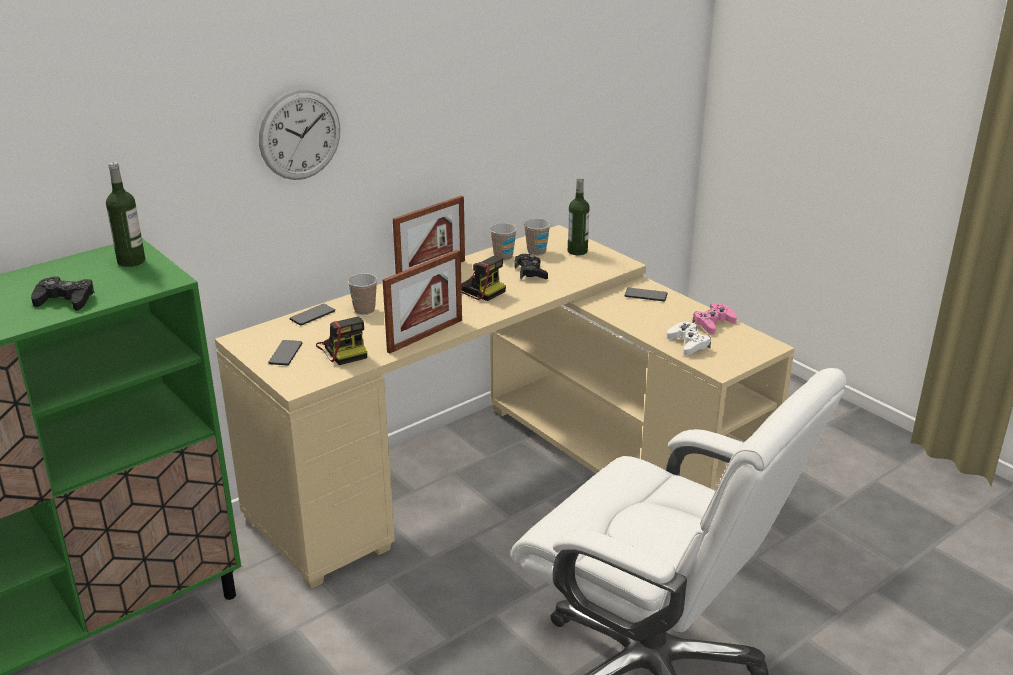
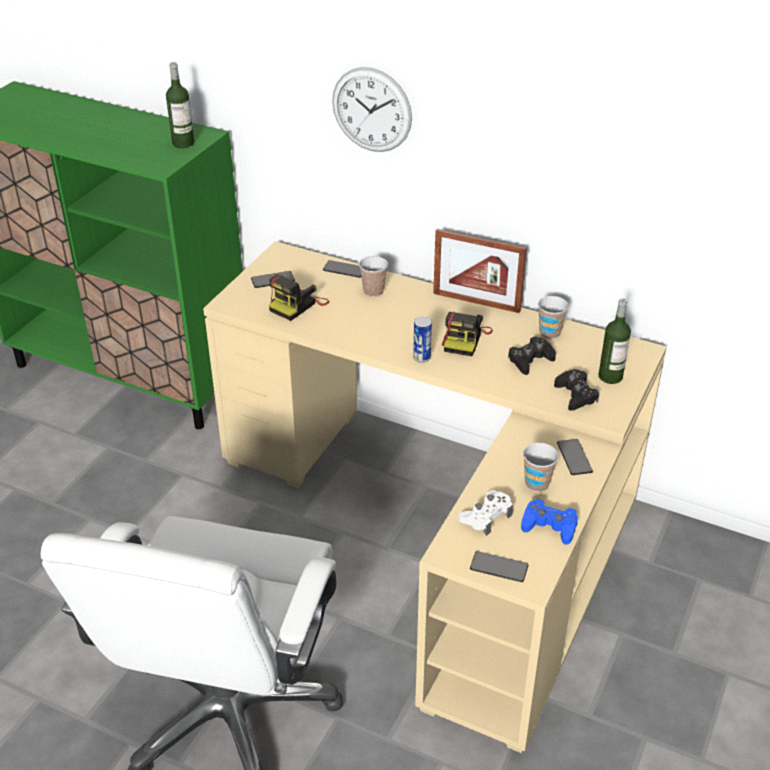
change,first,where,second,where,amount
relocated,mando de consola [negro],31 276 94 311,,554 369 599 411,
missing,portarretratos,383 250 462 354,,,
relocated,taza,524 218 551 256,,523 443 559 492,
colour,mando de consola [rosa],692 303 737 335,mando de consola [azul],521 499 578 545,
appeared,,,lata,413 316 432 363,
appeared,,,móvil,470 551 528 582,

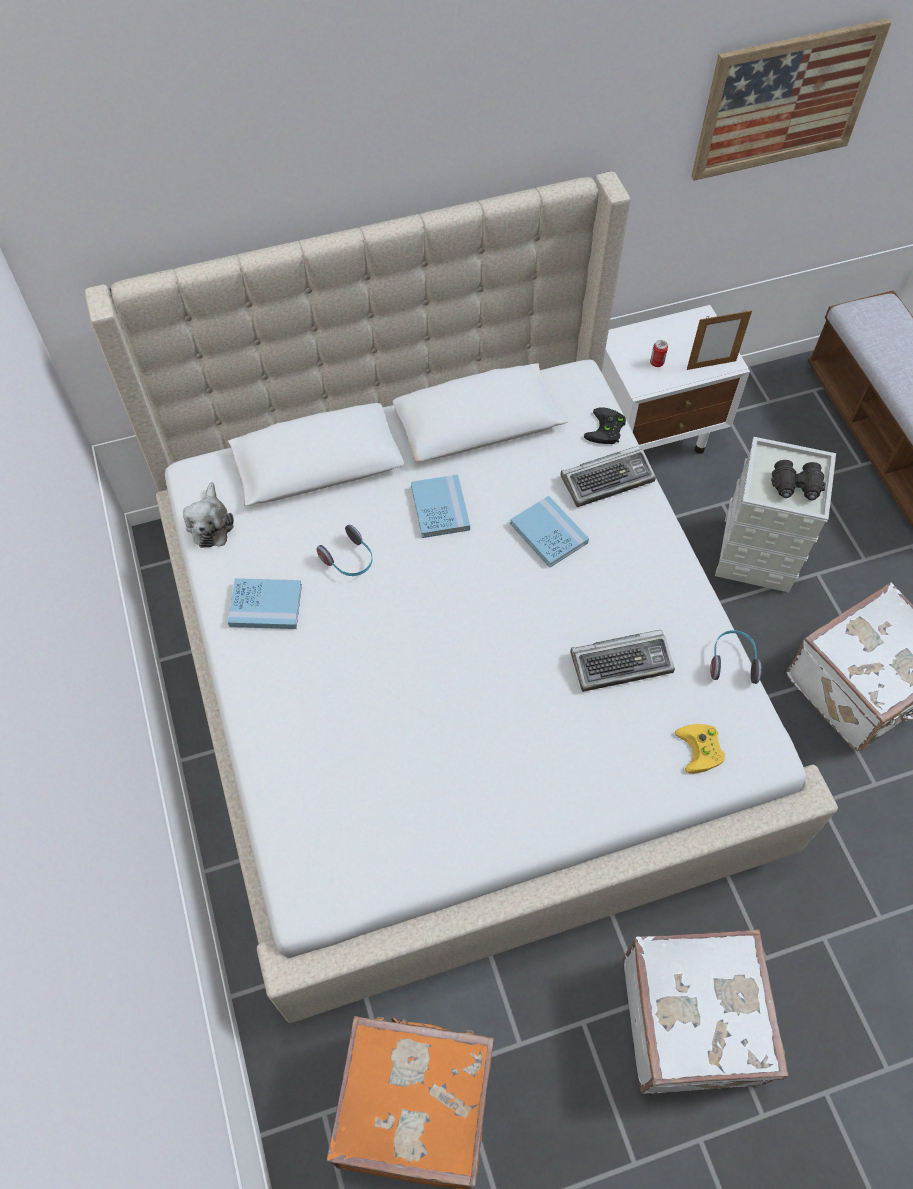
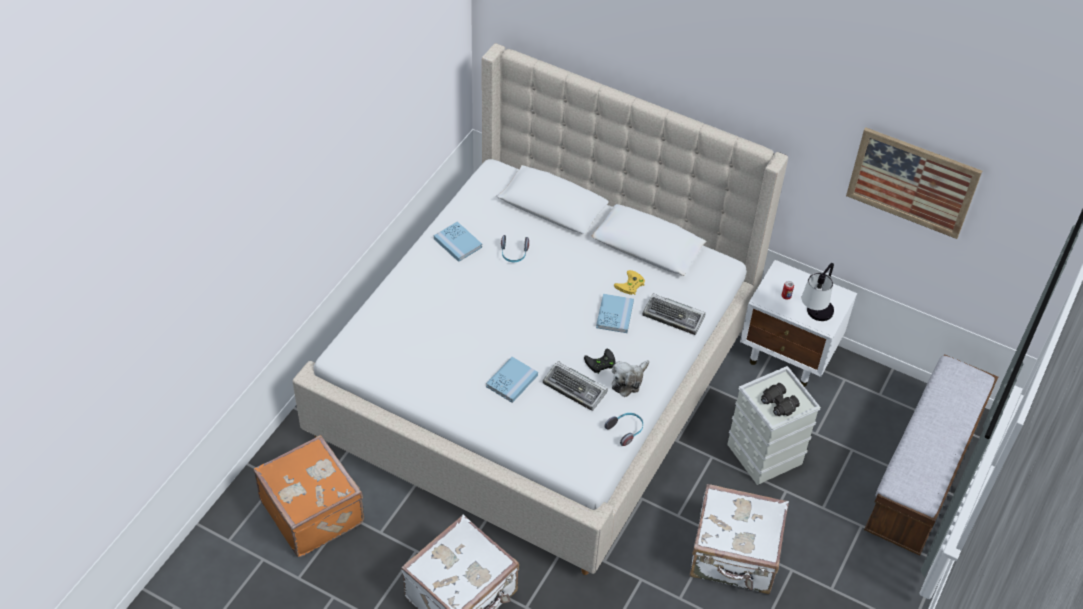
change,first,where,second,where,amount
relocated,peluche,183 482 234 548,,612 360 649 397,
relocated,libro [azul],411 474 470 538,,486 357 538 403,
relocated,mando de consola [negro],584 408 626 444,,584 349 615 374,
relocated,mando de consola [amarillo],675 724 725 774,,614 270 645 295,
exchanged,portarretratos,687 310 752 370,lámpara de mesa,802 263 834 321,

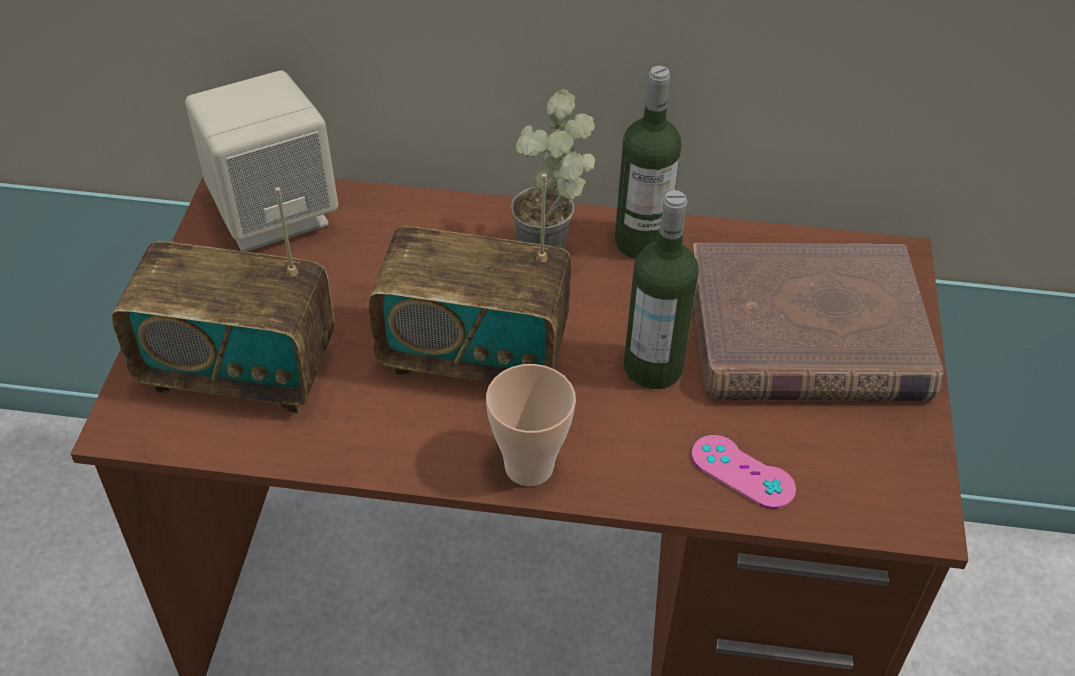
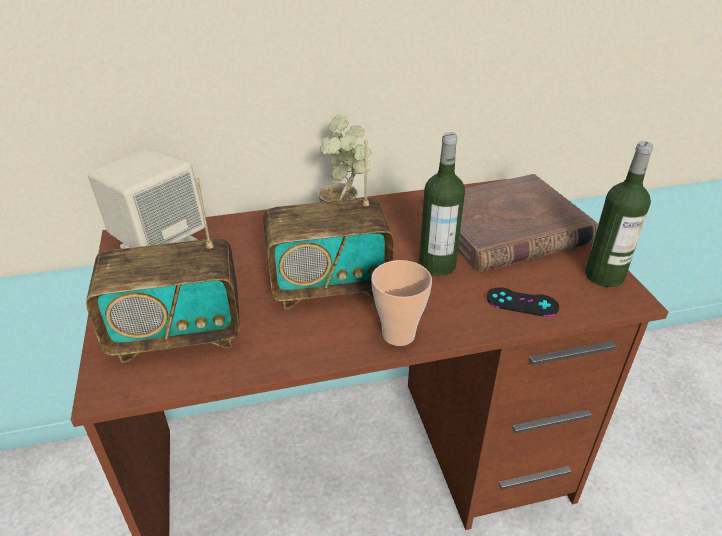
change,first,where,second,where,amount
relocated,botella,615 66 681 259,,585 141 653 287,
colour,mando de consola [rosa],691 435 796 509,mando de consola [negro],487 287 559 317,

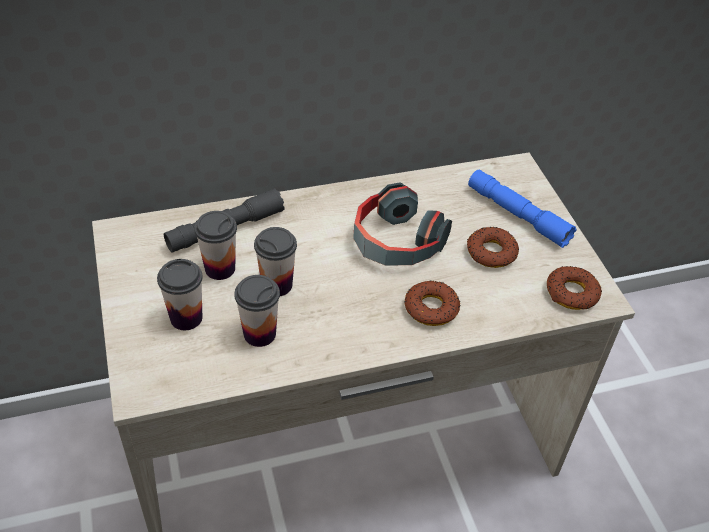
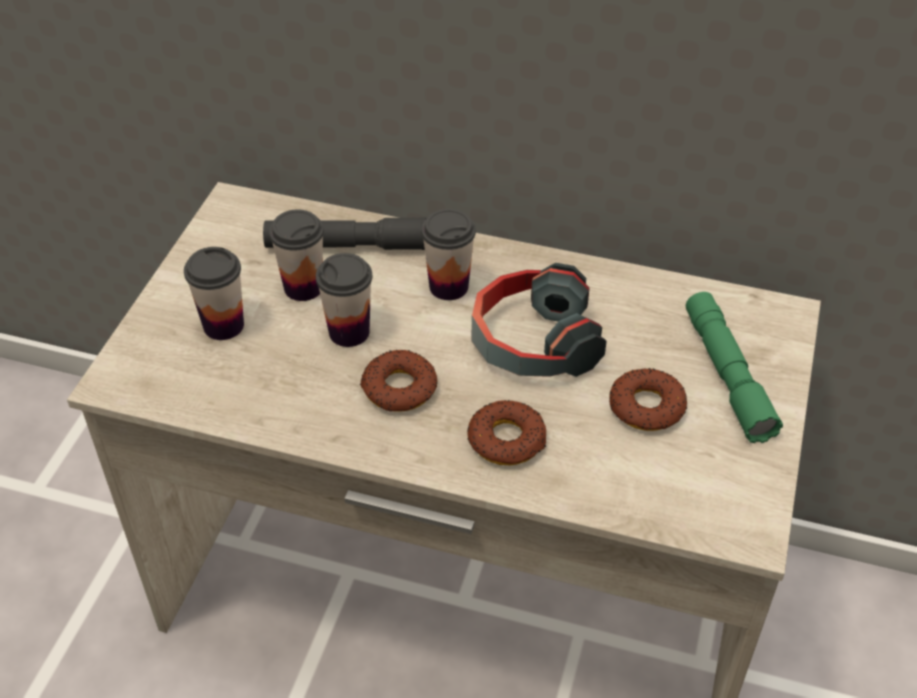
change,first,where,second,where,amount
relocated,taza,234 275 280 347,,421 209 476 300,
colour,linterna [azul],468 170 577 248,linterna [verde],686 292 783 443,
relocated,rosquilla,547 266 602 310,,360 350 437 412,

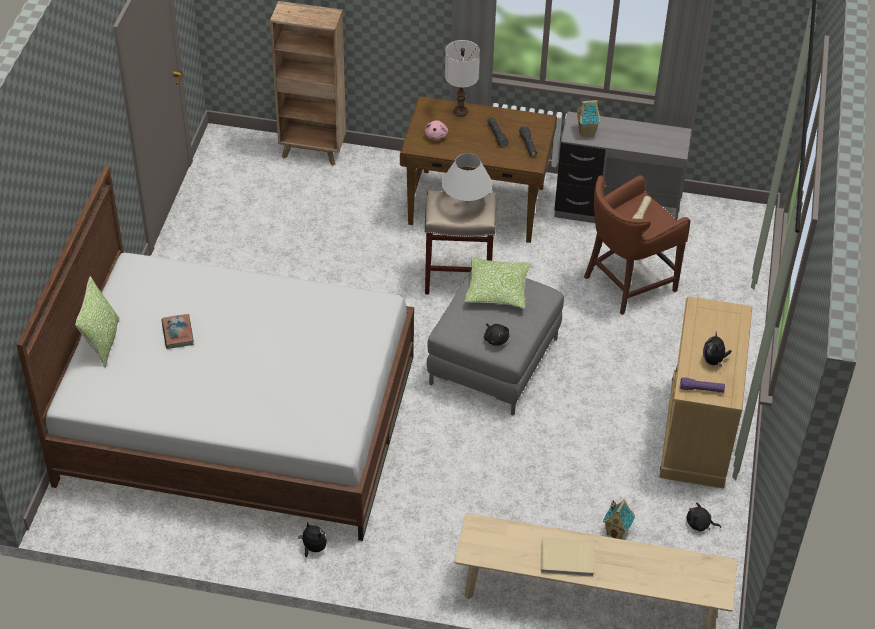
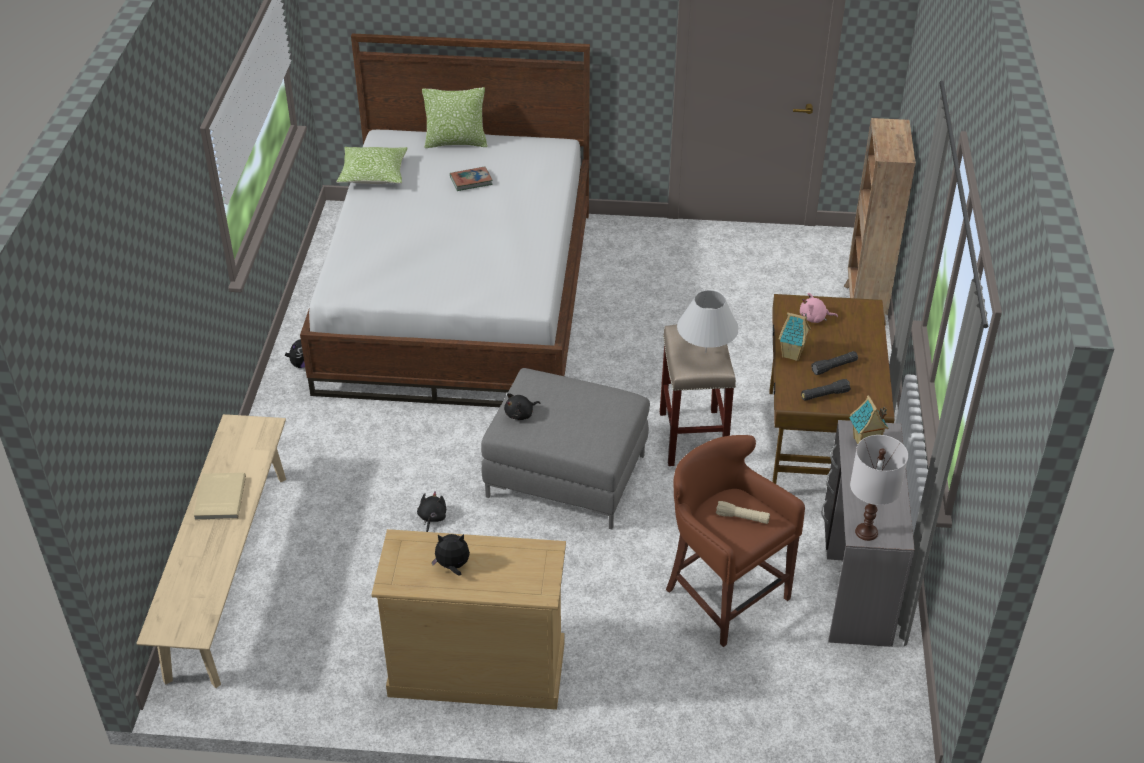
change,first,where,second,where,amount
relocated,lámpara de mesa [blanco],445 40 480 117,,850 435 908 541,
relocated,cojín,464 257 531 309,,336 147 407 184,
relocated,casita,603 499 635 539,,779 312 811 361,
missing,linterna [morado],680 377 725 393,,,
relocated,peluche [negro],687 503 721 531,,417 491 446 532,

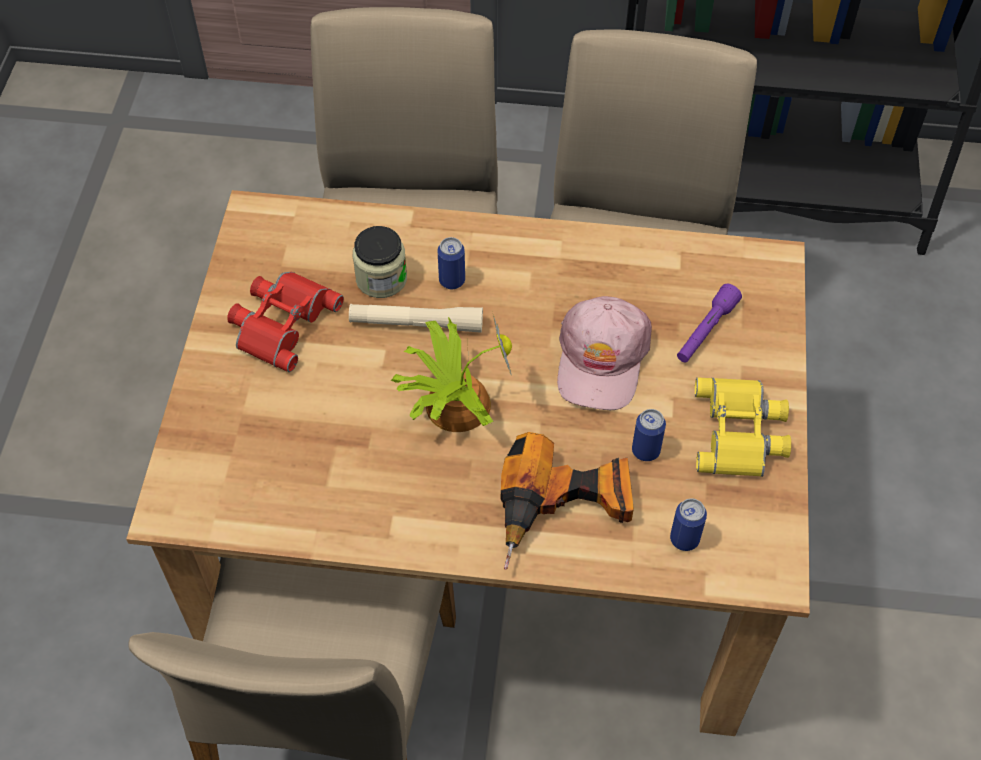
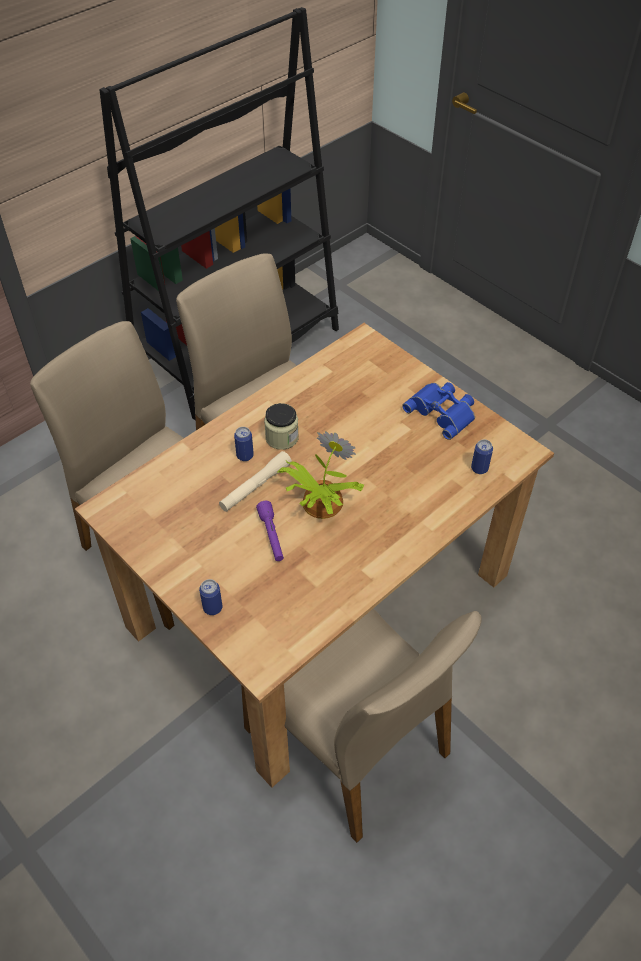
change,first,where,second,where,amount
missing,prismáticos [rojo],227 272 344 372,,,
relocated,tarro,353 226 407 298,,264 403 299 450,
missing,taladro,501 432 634 570,,,
missing,gorra [rosa],557 296 652 410,,,
relocated,lata,632 409 666 461,,199 579 223 615,
relocated,linterna [morado],677 284 742 363,,256 501 284 561,
colour,prismáticos [amarillo],695 377 791 477,prismáticos [azul],402 382 475 440,

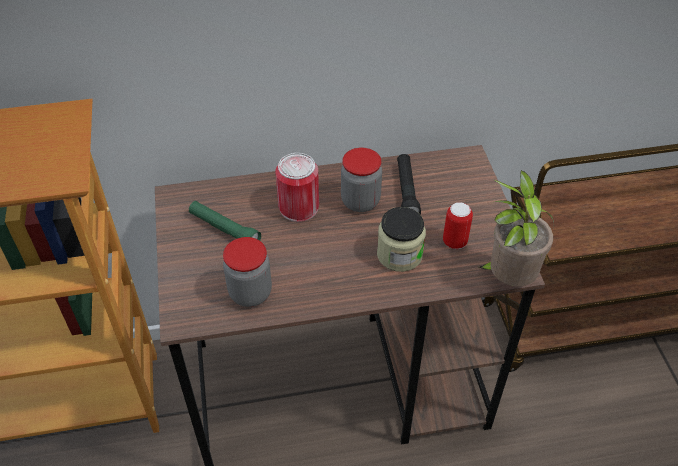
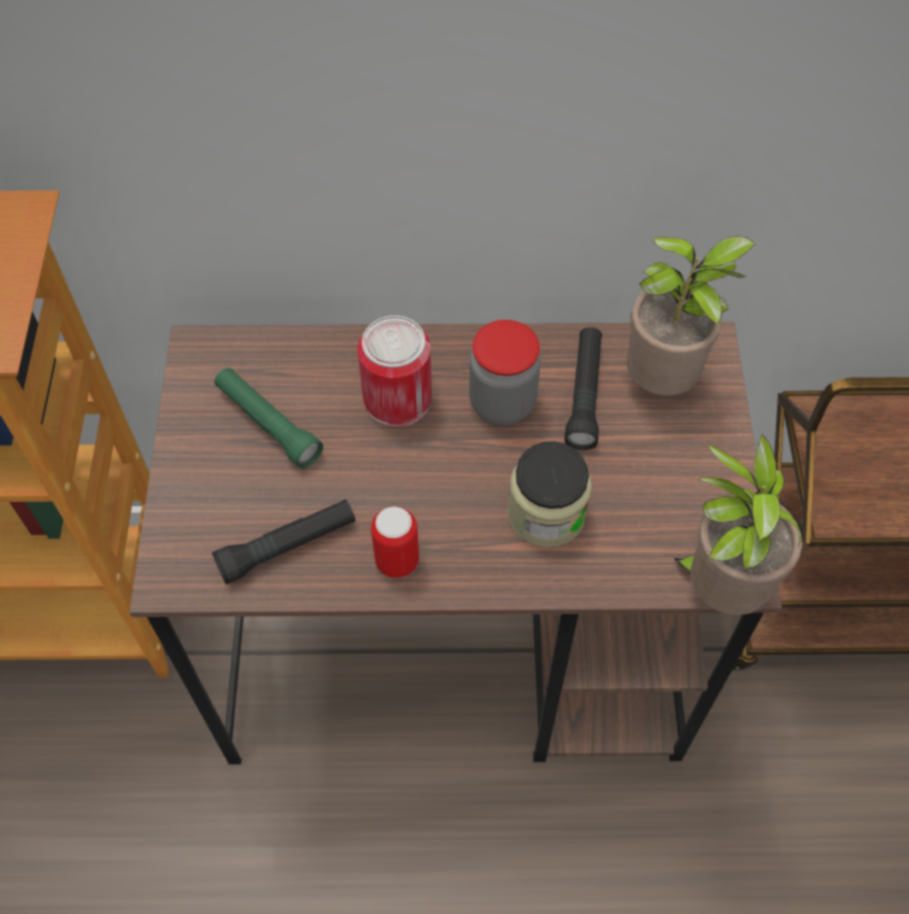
change,first,where,second,where,amount
exchanged,tarro,223 237 272 307,linterna [negro],212 499 356 585,
relocated,lata,443 202 473 249,,371 506 419 578,
appeared,,,planta en maceta,627 236 756 396,

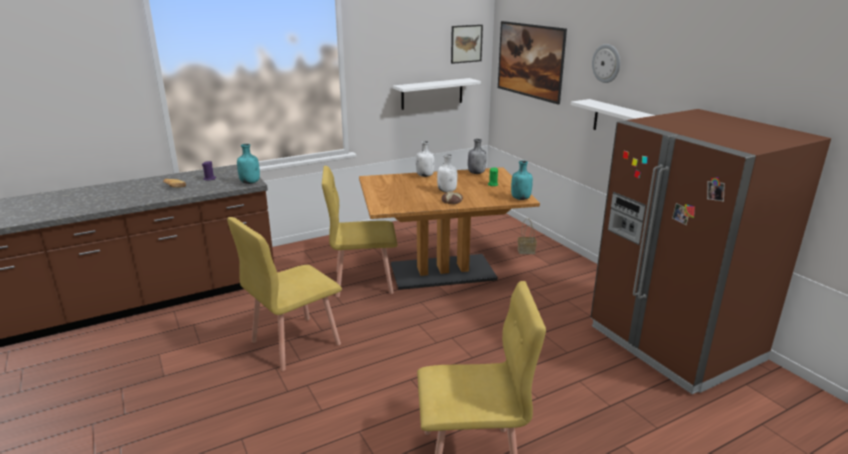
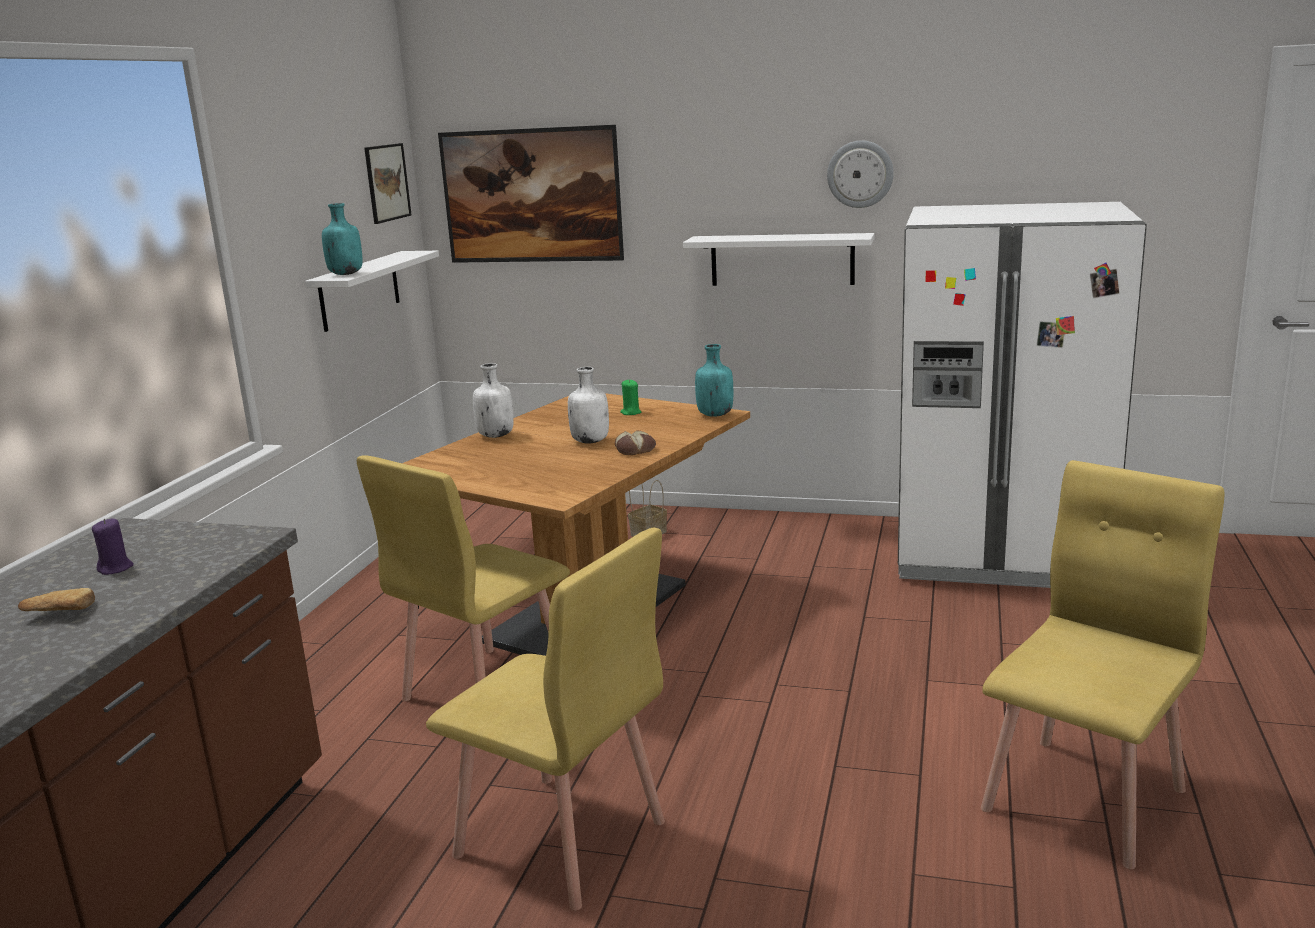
change,first,where,second,where,amount
spun,silla [amarillo],227 217 342 371,,426 528 665 911,60 degrees counterclockwise
relocated,botella [turquesa],237 144 260 184,,322 203 362 275,
missing,botella [gris],468 139 486 174,,,
colour,nevera [marrón],591 109 831 394,nevera [blanco],898 202 1147 588,
relocated,reloj de pared,592 44 620 83,,827 140 894 208,

